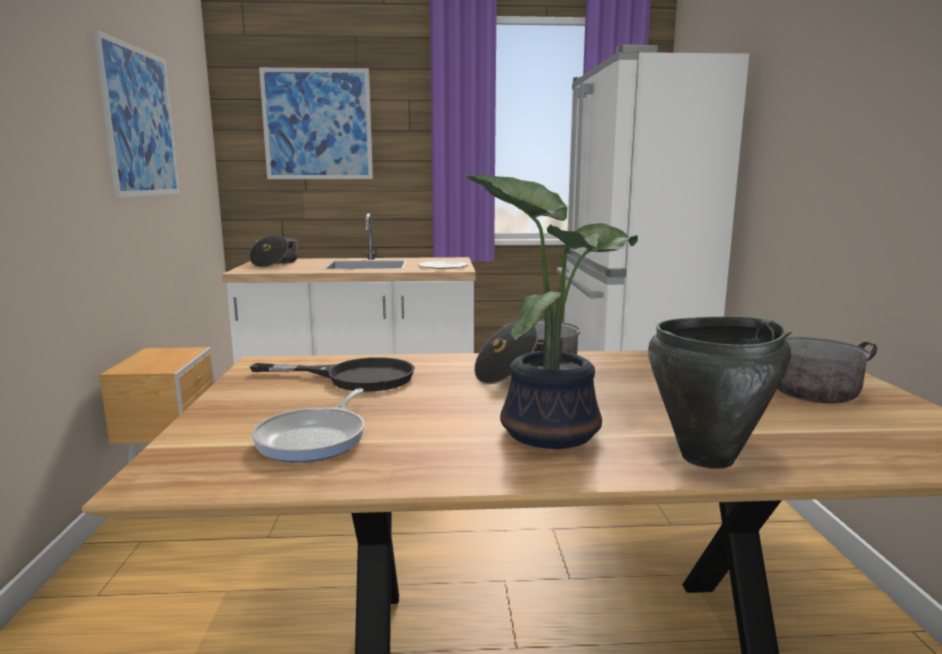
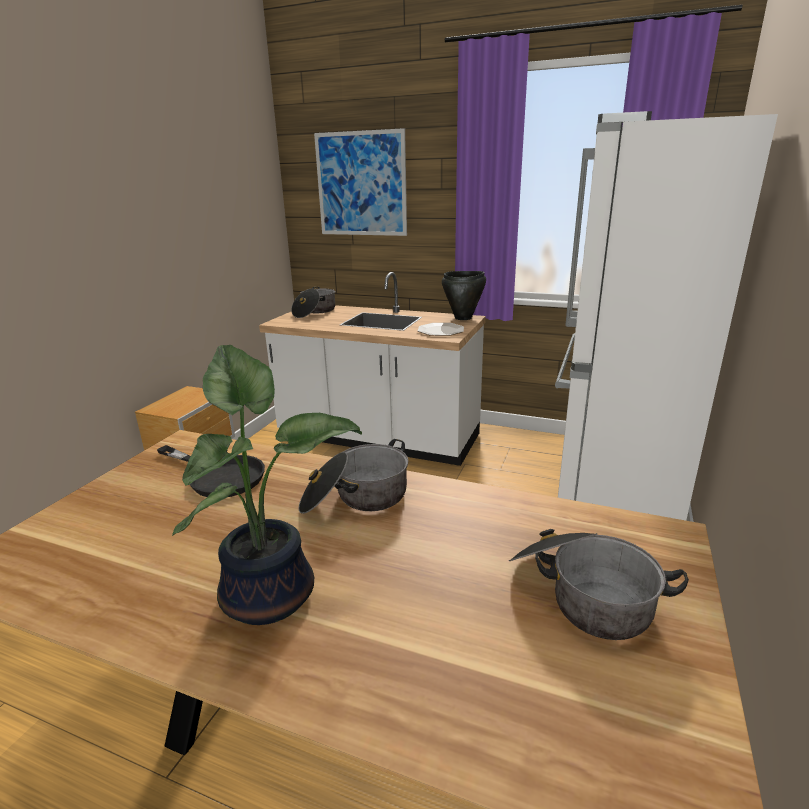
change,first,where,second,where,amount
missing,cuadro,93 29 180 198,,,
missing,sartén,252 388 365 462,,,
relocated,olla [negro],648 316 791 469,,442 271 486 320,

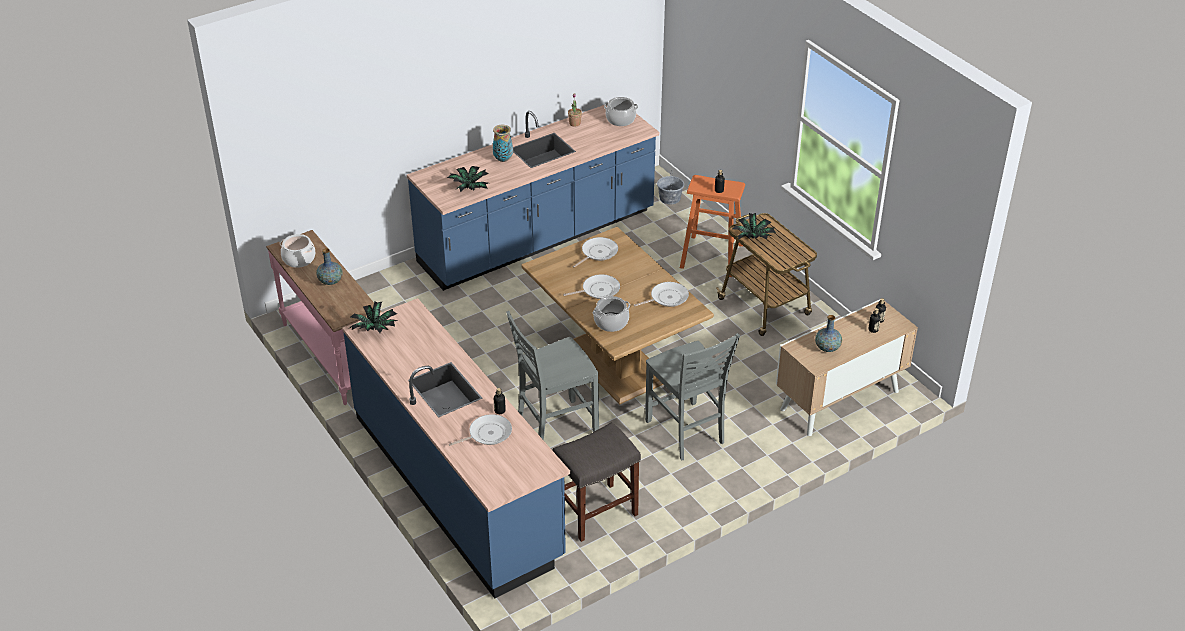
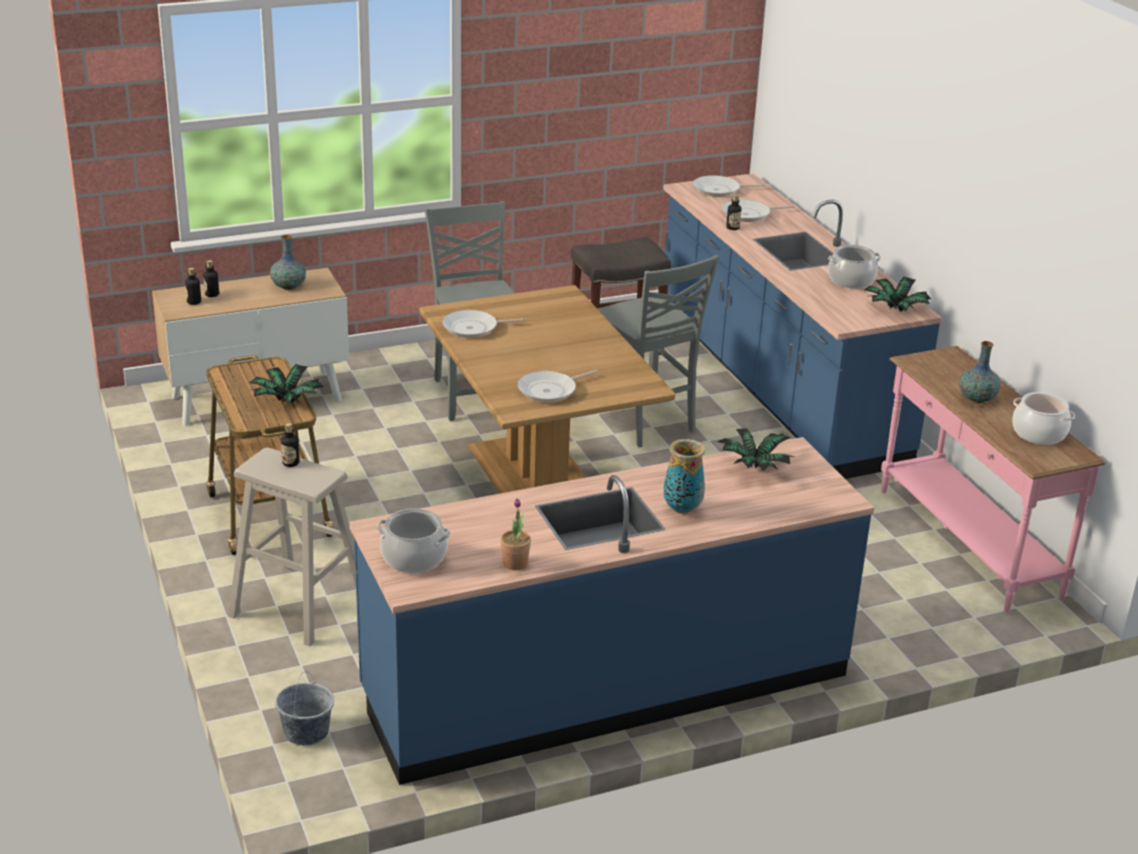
change,first,where,second,where,amount
spun,silla [gris],506 311 599 440,,598 255 719 447,75 degrees clockwise
relocated,sartén,563 274 620 299,,693 175 766 197,
relocated,olla,593 296 630 332,,828 245 881 289,
colour,taburete [naranja],680 175 745 277,taburete [beis],228 448 356 646,

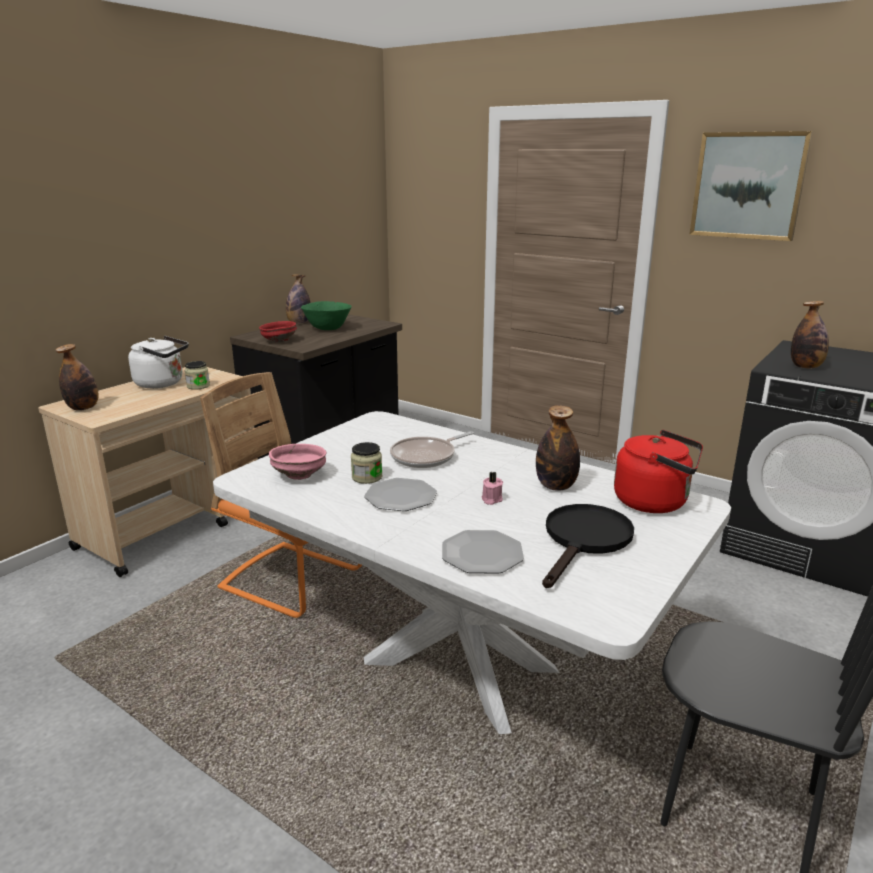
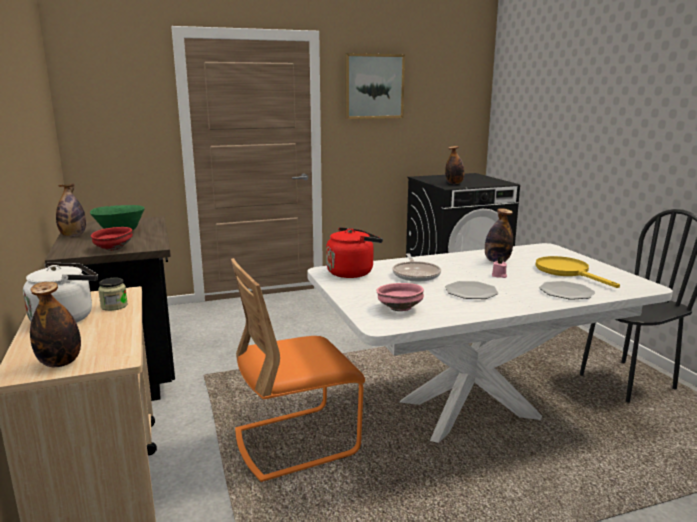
change,first,where,second,where,amount
missing,tarro,351 442 382 484,,,
colour,sartén [negro],542 504 634 588,sartén [amarillo],535 256 620 288,
relocated,hervidor [rojo],614 430 703 513,,326 227 383 278,

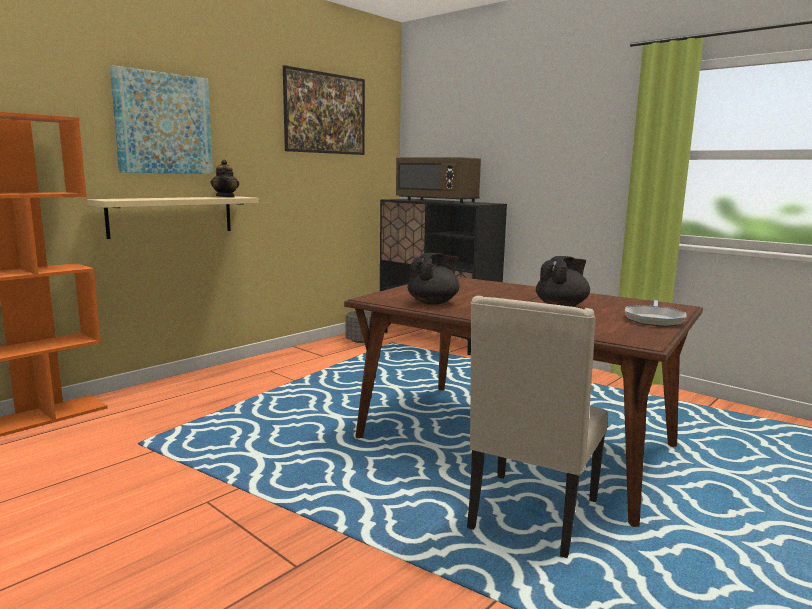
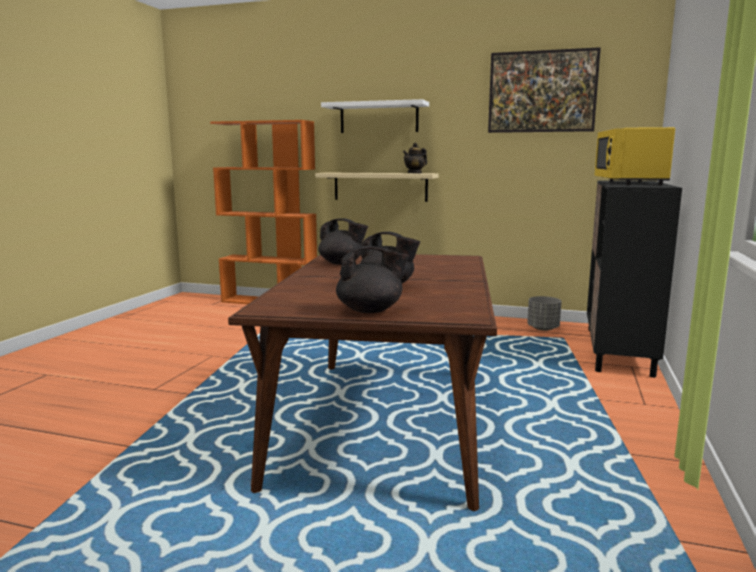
change,first,where,second,where,amount
exchanged,cuadro,110 65 213 174,estante [blanco],321 99 429 133,
colour,microondas [marrón],396 157 481 203,microondas [amarillo],594 127 675 185,
missing,silla [beis],467 296 608 558,,,
exchanged,sartén,625 300 687 327,tetera [negro],336 246 409 313,

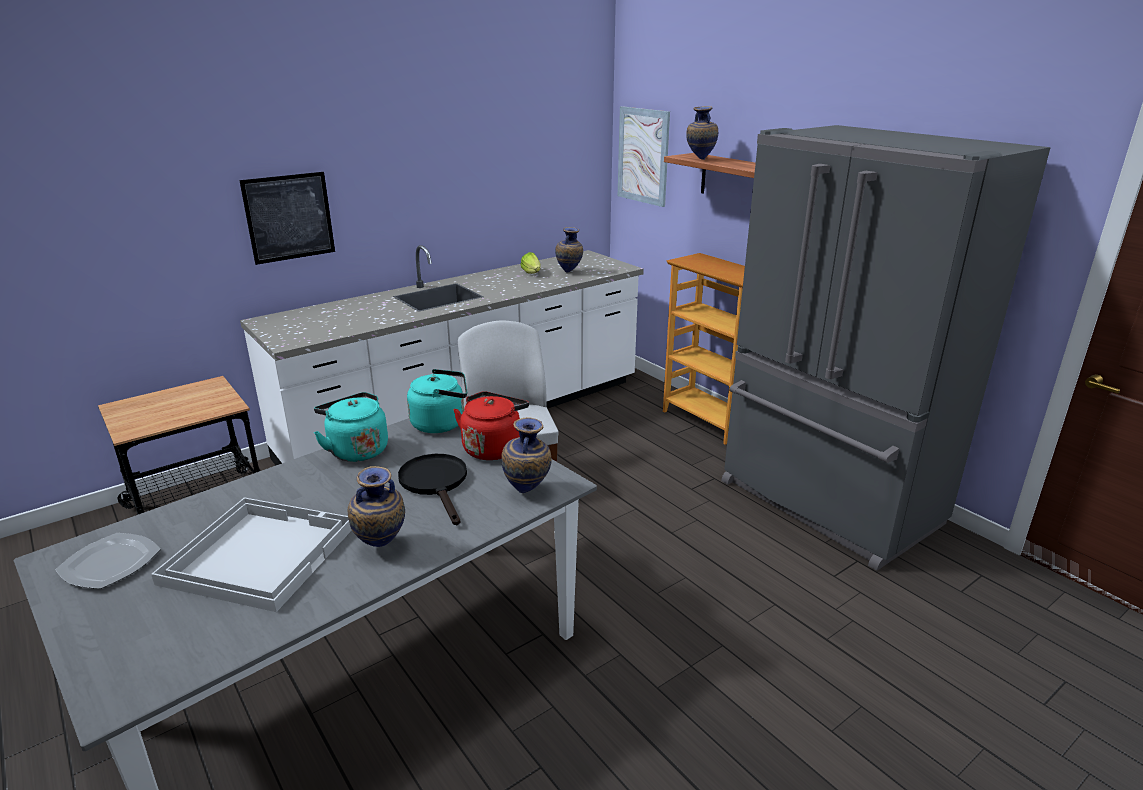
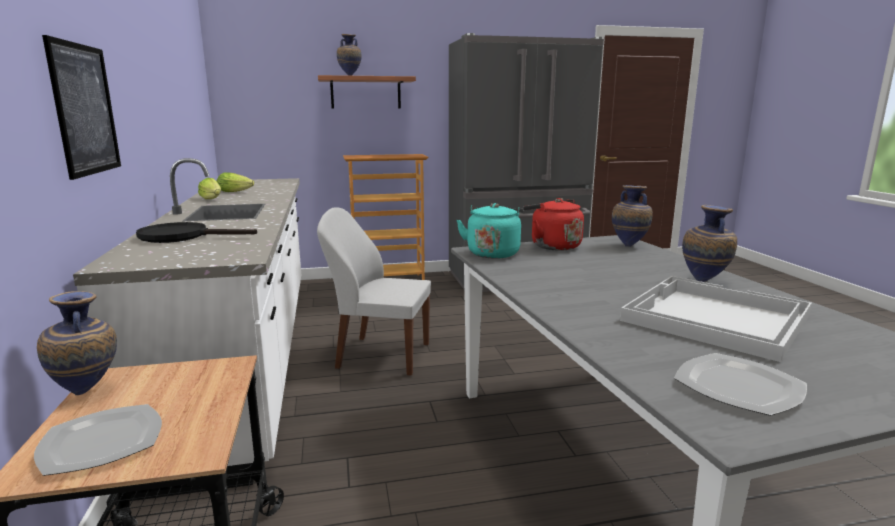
change,first,where,second,where,amount
missing,hervidor [turquesa],314 392 388 462,,,
relocated,sartén [negro],398 454 467 525,,136 222 257 243,
relocated,florero,555 227 583 272,,37 291 117 395,
missing,cuadro,618 106 670 207,,,
appeared,,,plato,34 404 162 476,
appeared,,,lechuga,198 177 221 199,

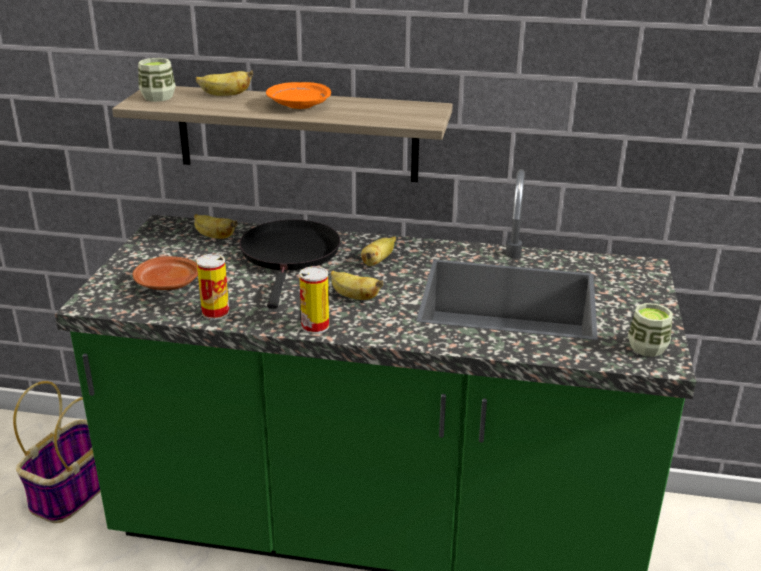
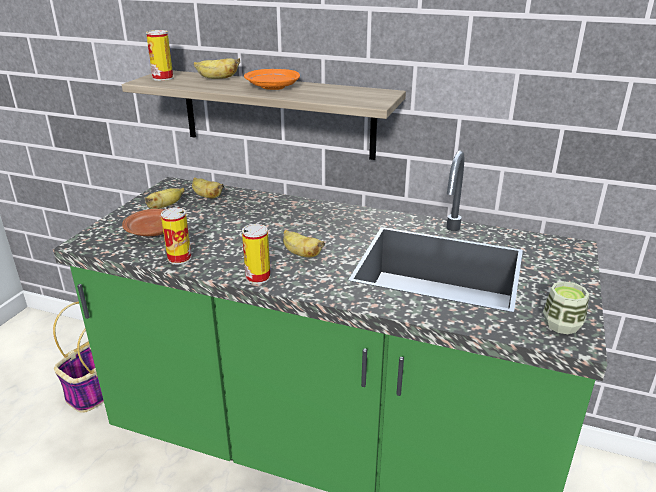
change,first,where,second,where,amount
exchanged,taza,138 58 176 102,lata,146 30 173 81,
missing,sartén [negro],239 220 341 309,,,
relocated,plátano,361 236 396 266,,145 188 185 209,

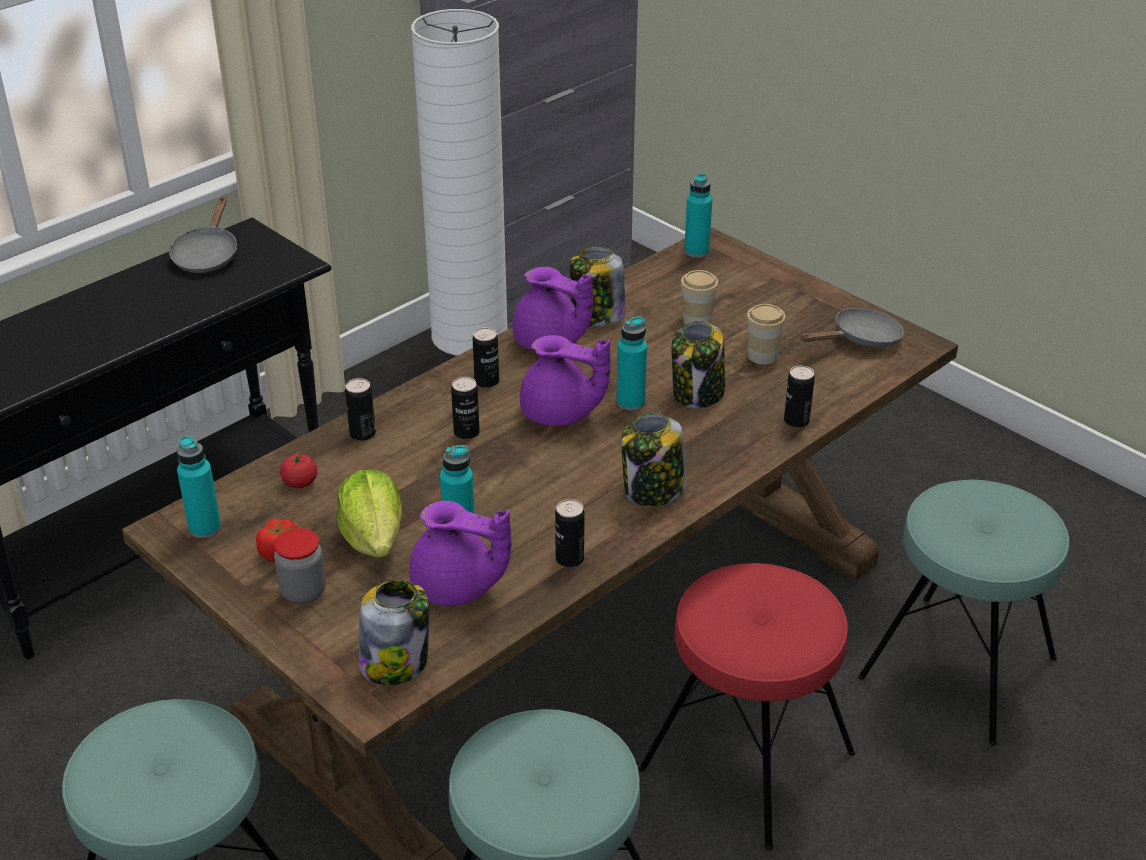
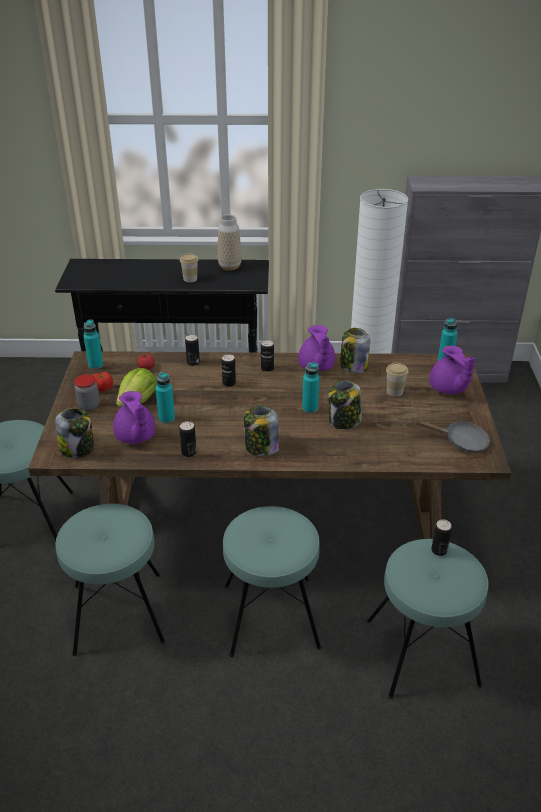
change,first,where,second,where,amount
exchanged,sartén [gris],169 197 237 273,florero,218 214 242 271,
relocated,tetera [morado],520 335 611 426,,429 346 475 394,
colour,taburete [rojo],639 563 855 851,taburete [turquesa],223 506 321 657,
relocated,taza,746 304 786 365,,180 254 198 282,
relocated,lata,784 365 815 428,,431 519 452 556,

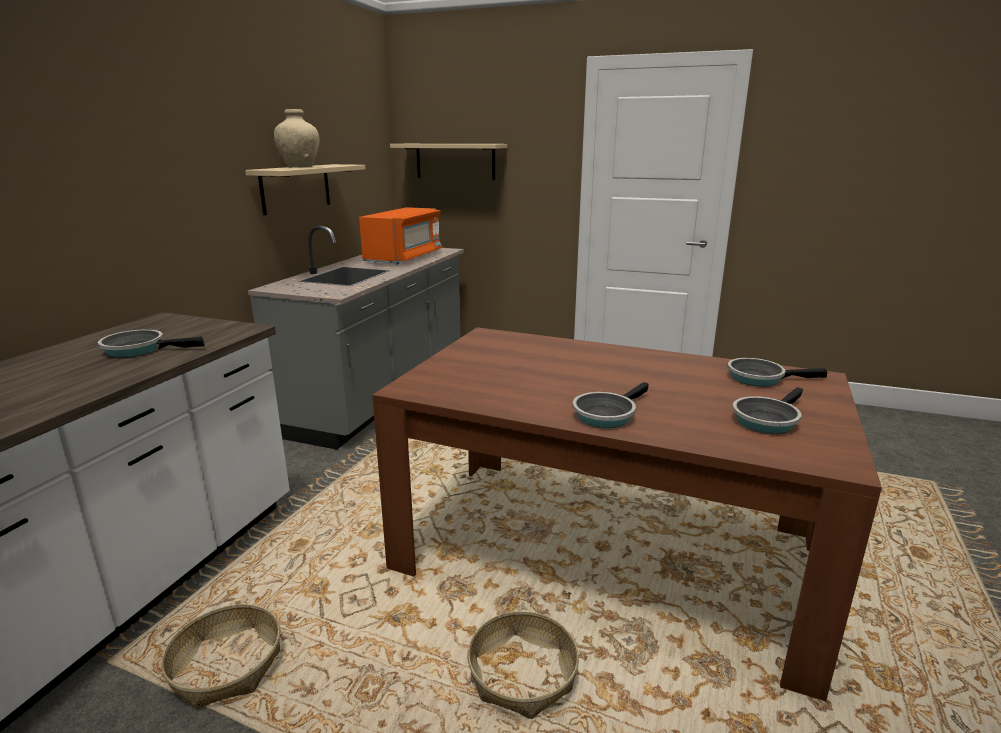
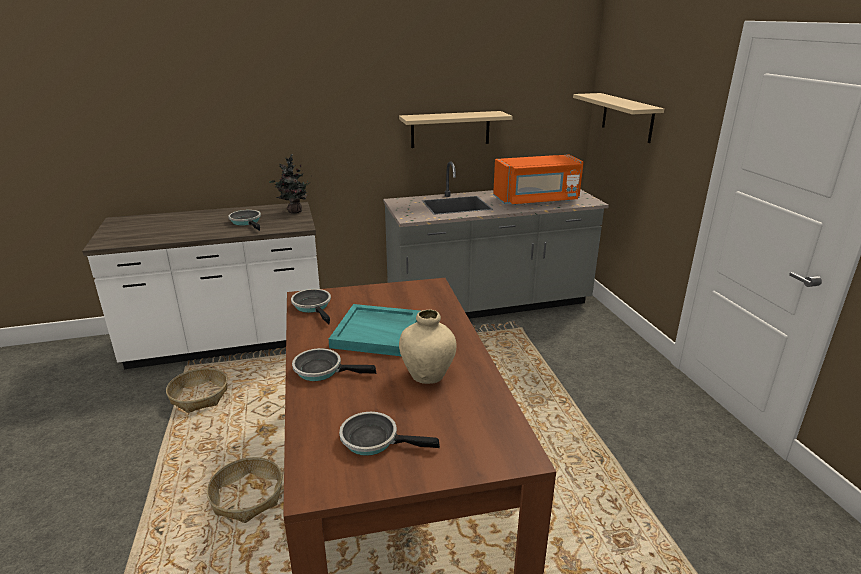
change,first,where,second,where,amount
relocated,florero [beis],274 109 320 168,,399 309 457 384,
relocated,sartén,728 358 827 386,,291 289 331 324,
appeared,,,planta en maceta,269 154 310 214,
appeared,,,bandeja [turquesa],329 304 420 356,

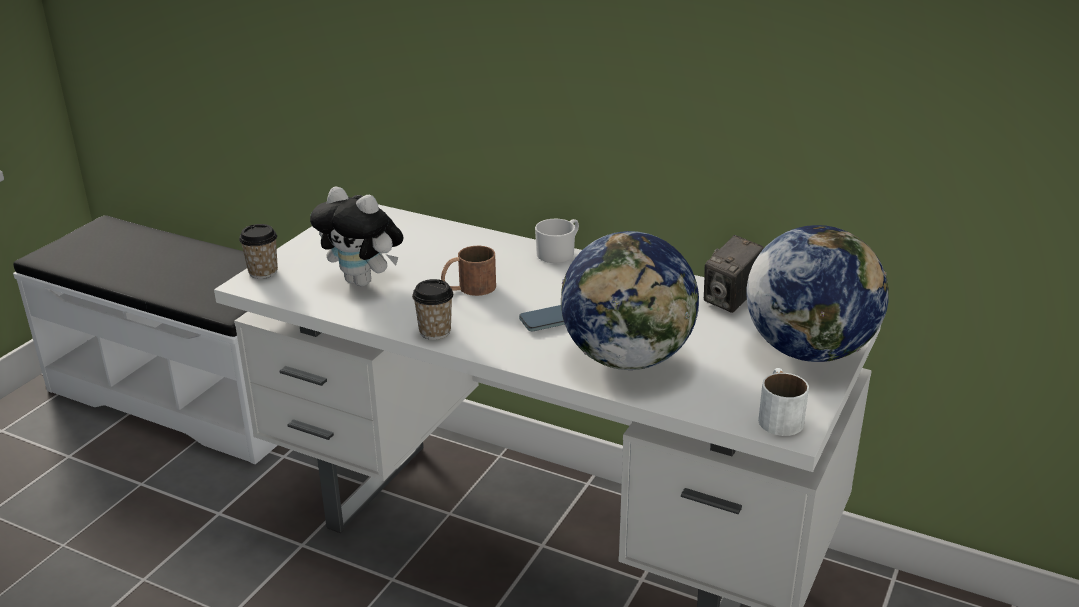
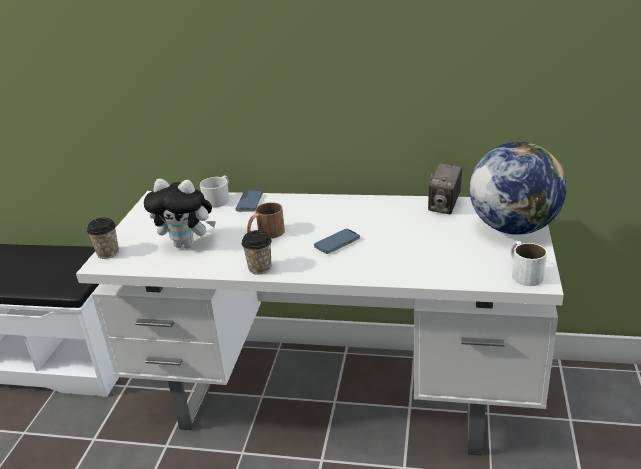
change,first,where,second,where,amount
relocated,taza grande [blanco],535 219 579 263,,200 175 229 207,
missing,globo terráqueo,561 231 699 370,,,
appeared,,,móvil,236 191 263 212,

